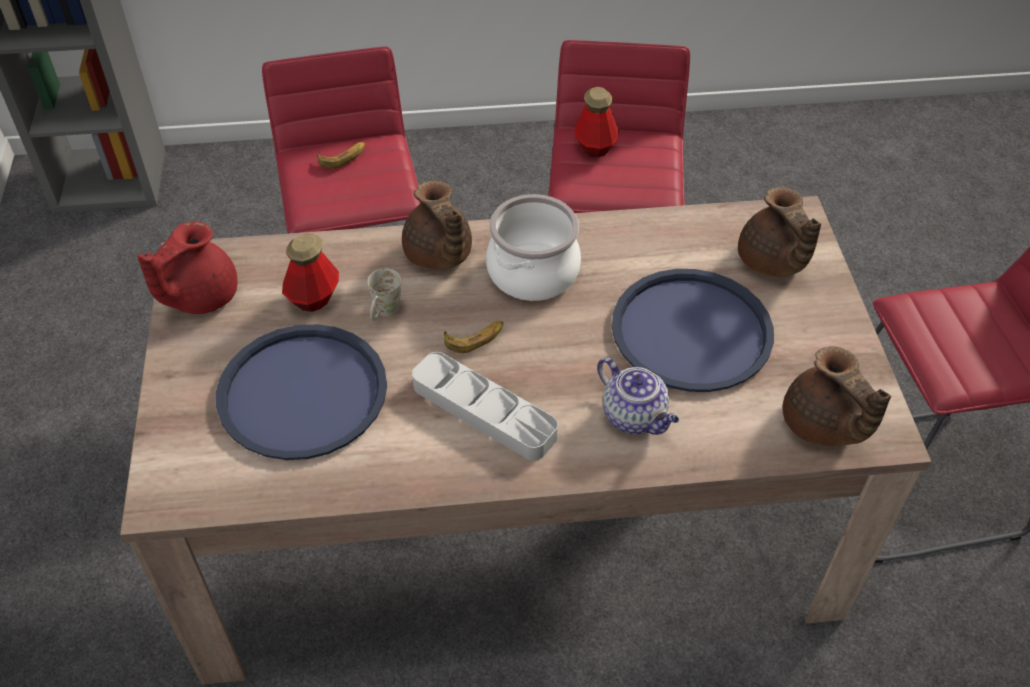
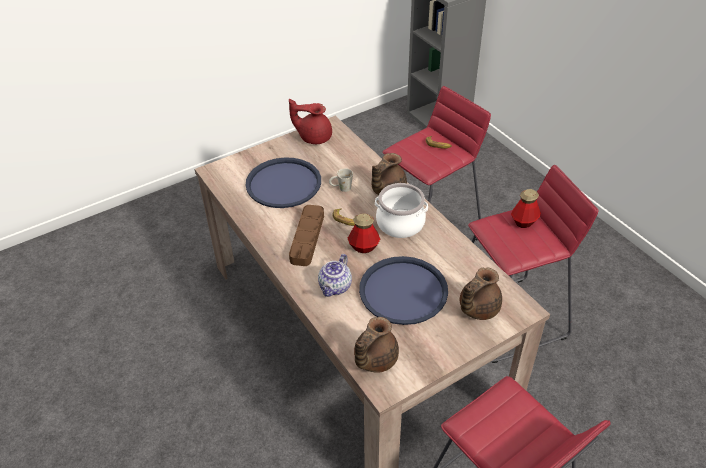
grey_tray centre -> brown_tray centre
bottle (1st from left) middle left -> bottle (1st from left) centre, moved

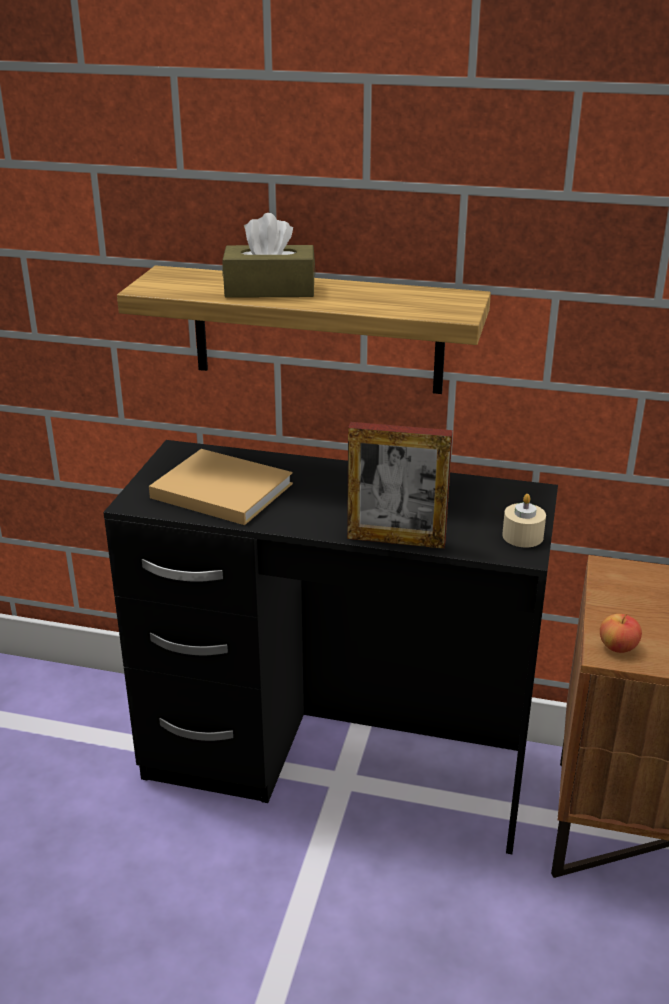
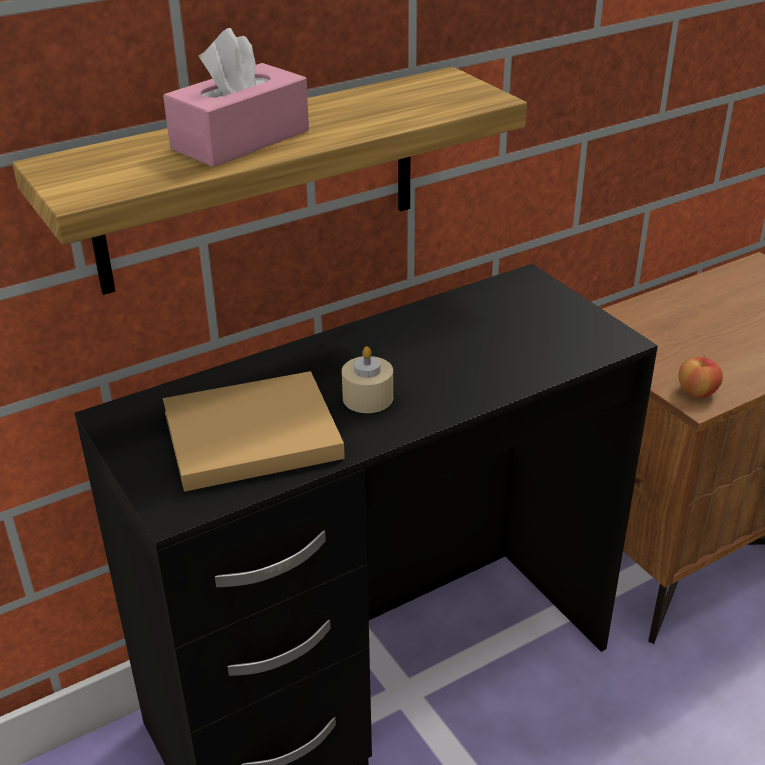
brown_tissue_box top centre -> pink_tissue_box top left
beige_candle middle right -> beige_candle centre, moved
picture_frame centre -> none

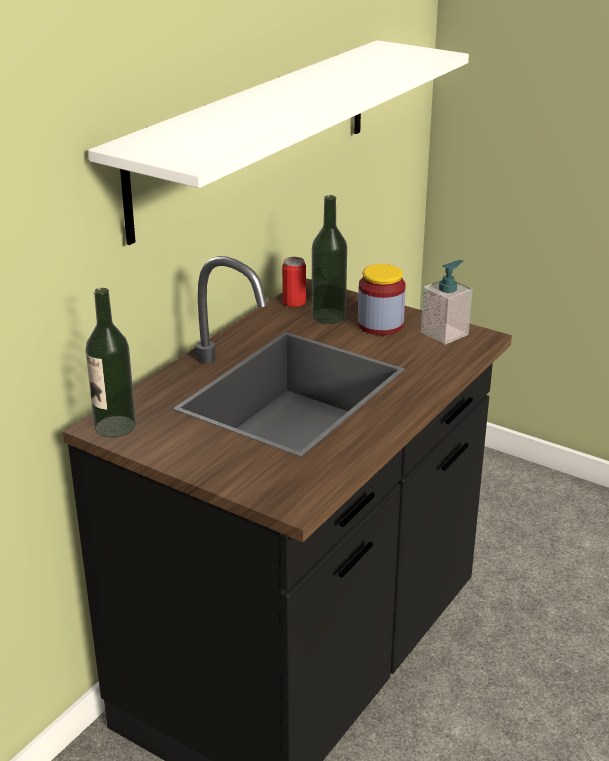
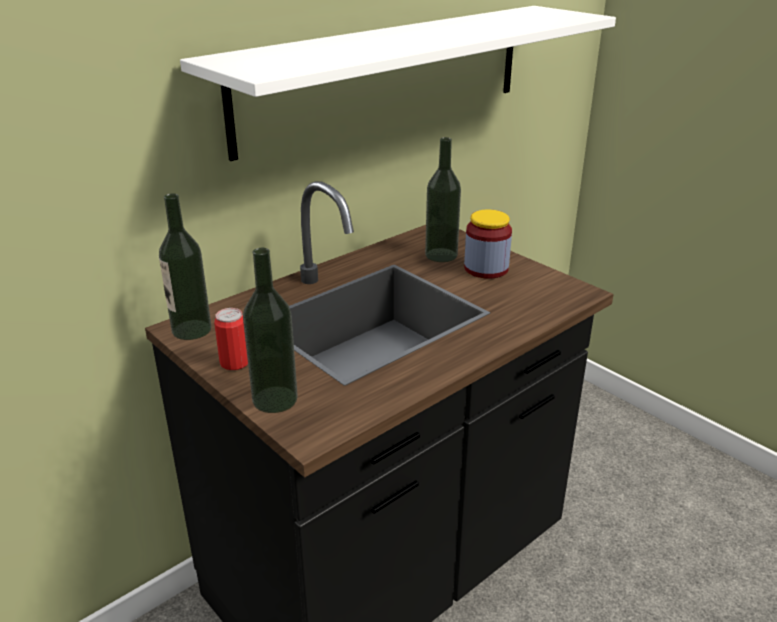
can centre -> can middle left, moved
none -> bottle (2nd from left) centre
soap_dispenser middle right -> none

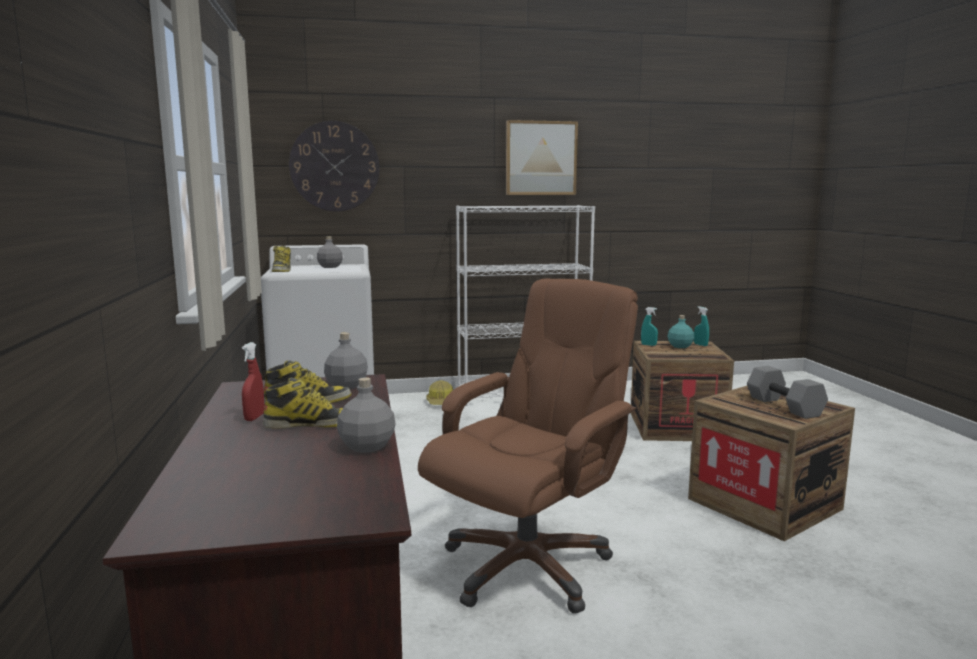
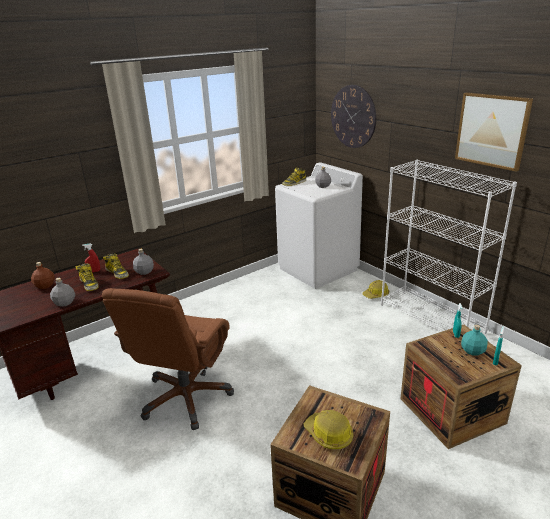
none -> brown_bottle middle left
brown_office_chair bottom centre -> brown_office_chair bottom left, 90 degrees clockwise
grey_dumbbell middle right -> hard_hat (1st from left) bottom centre

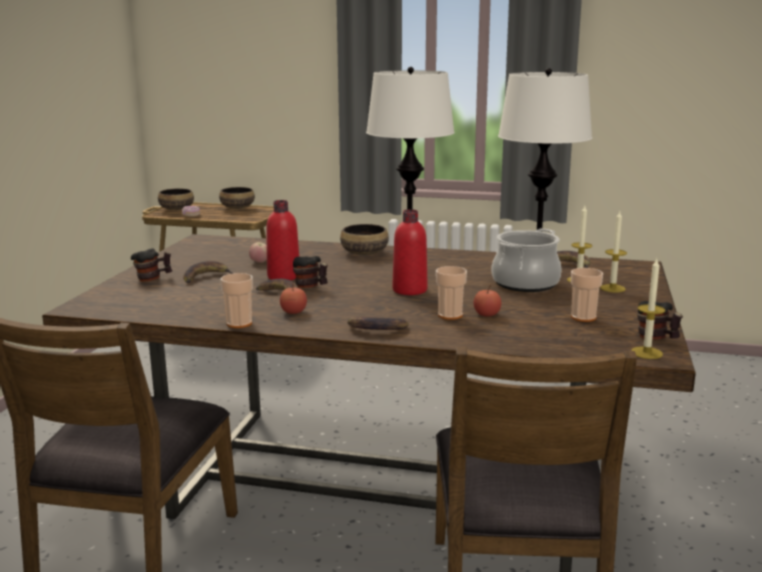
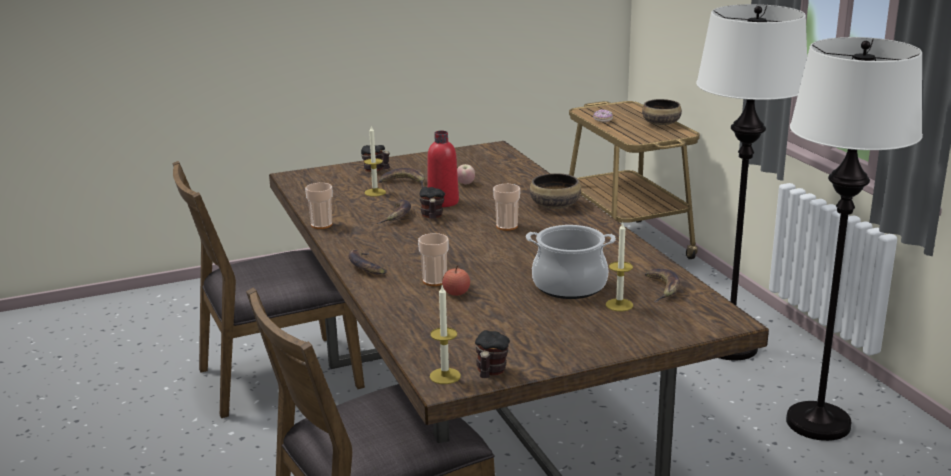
candle (2nd from left in the first image) middle right -> candle (1st from left) centre, moved
cup (3rd from left) middle right -> cup (3rd from left) centre, moved
bowl (1st from left) middle left -> none
apple (2nd from left) centre -> none
red_bottle (2nd from left) centre -> none

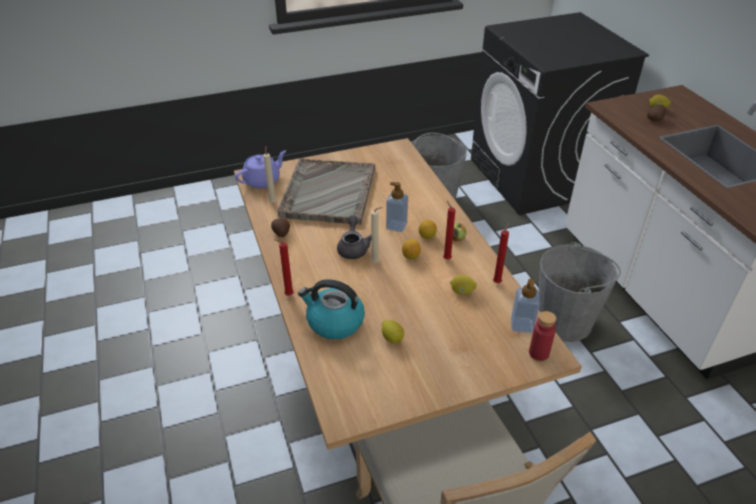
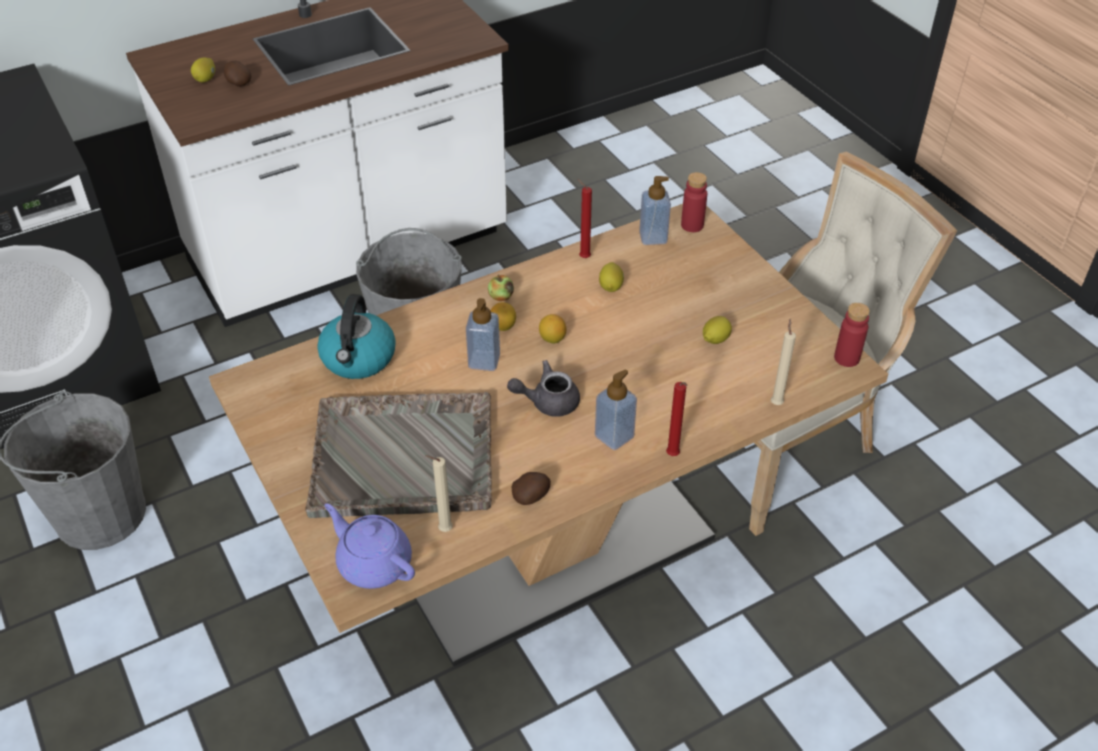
kettle centre -> kettle middle left, moved
none -> soap_dispenser (2nd from left) centre
beige_candle (2nd from left) centre -> beige_candle (2nd from left) middle right, moved
none -> red_bottle (2nd from left) middle right
red_candle (2nd from left) centre -> none

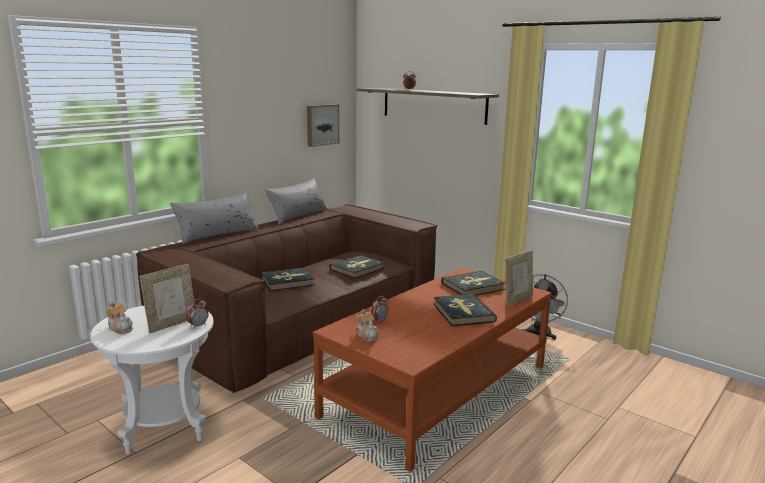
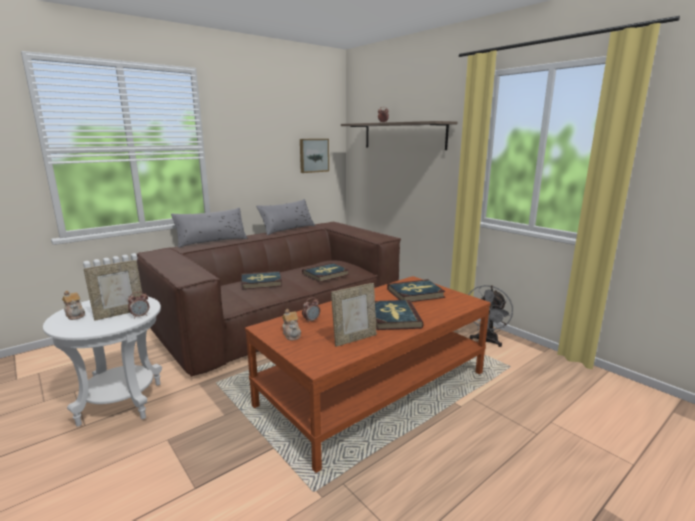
picture_frame (2nd from left) middle right -> picture_frame (2nd from left) centre, moved

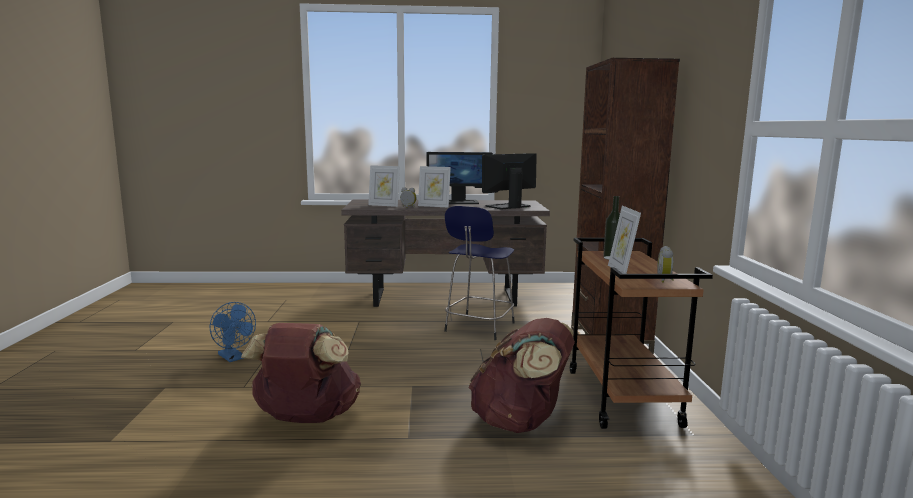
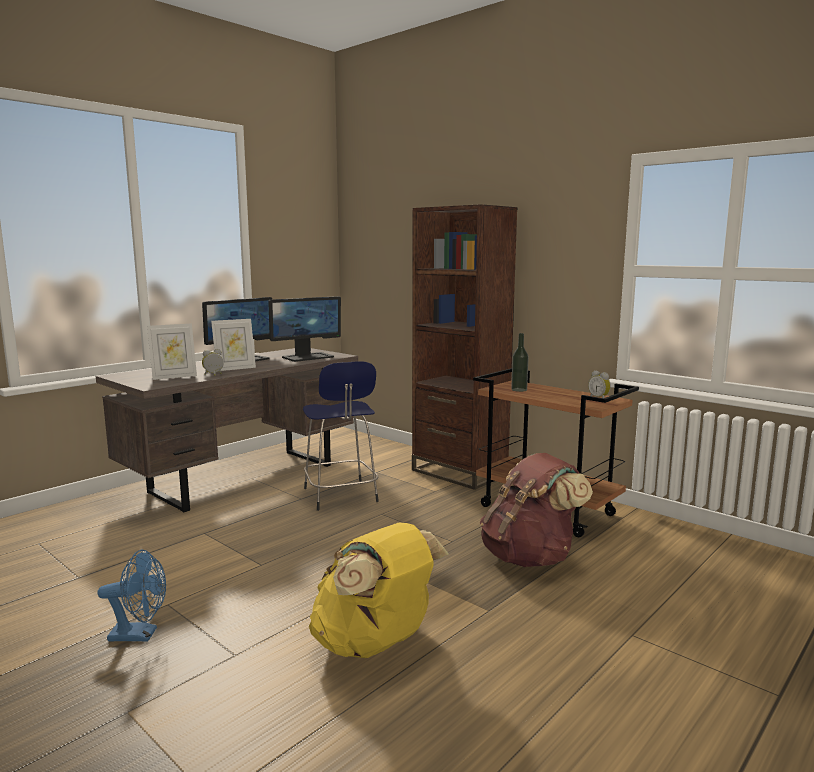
monitor (2nd from left) centre, 135 degrees counterclockwise
brown_backpack (1st from left) bottom left -> yellow_backpack bottom centre
picture_frame (3rd from left) middle right -> none

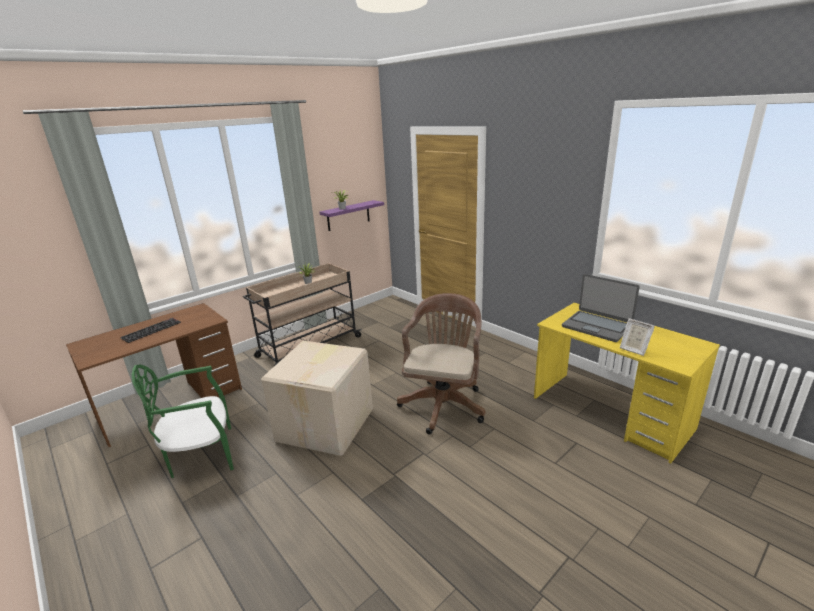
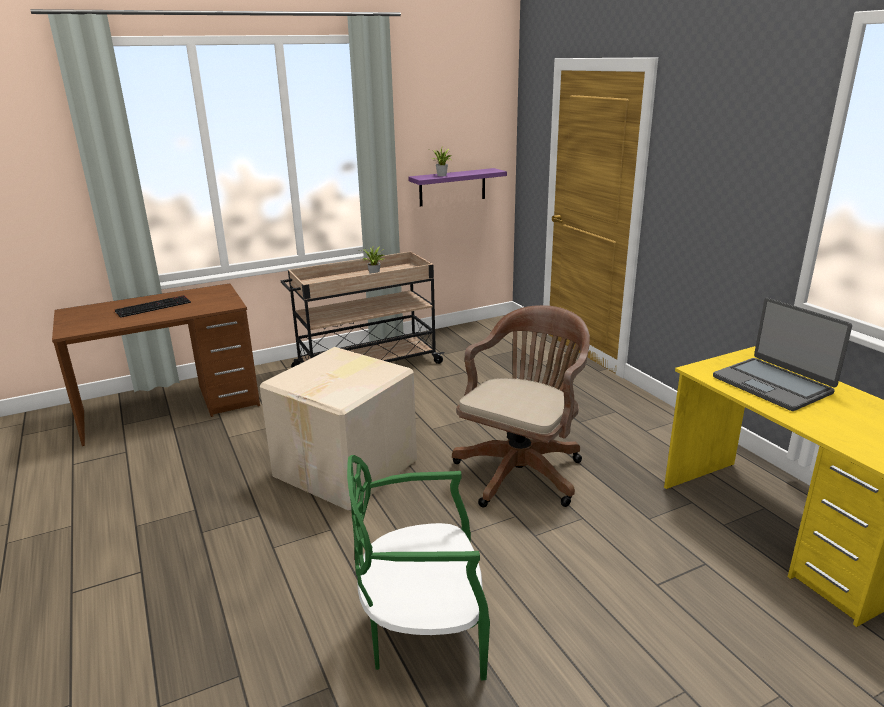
green_chair bottom left -> green_chair bottom centre, moved
picture_frame middle right -> none

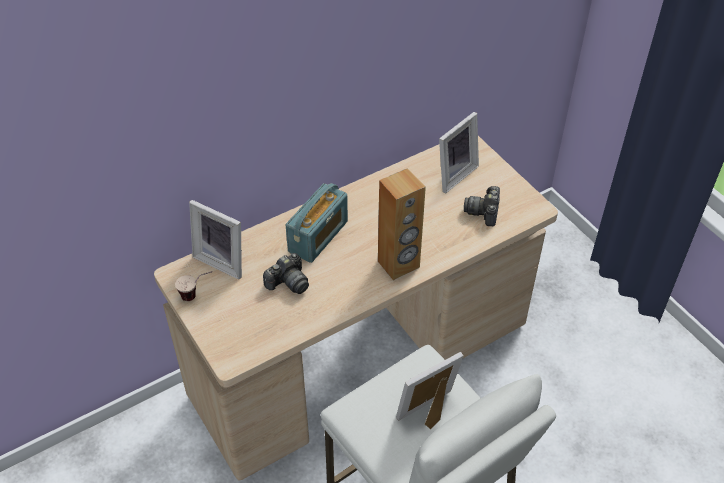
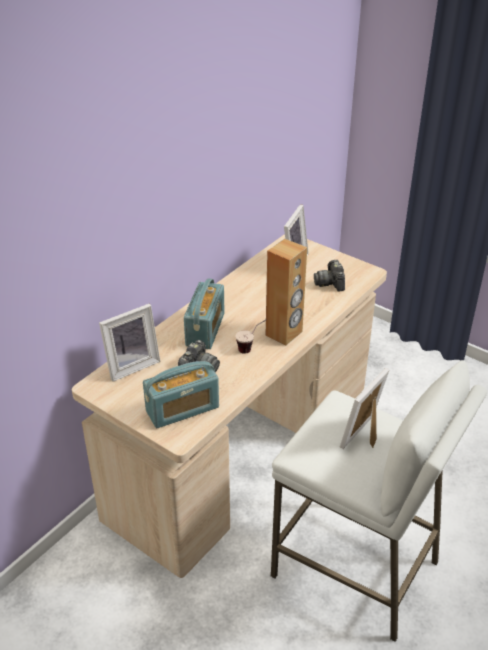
picture_frame (1st from left) middle left, 45 degrees counterclockwise
none -> radio (1st from left) centre
cup middle left -> cup centre, moved

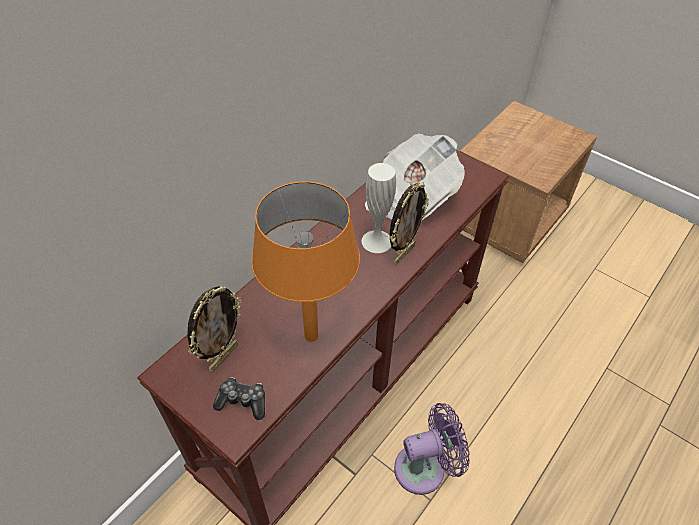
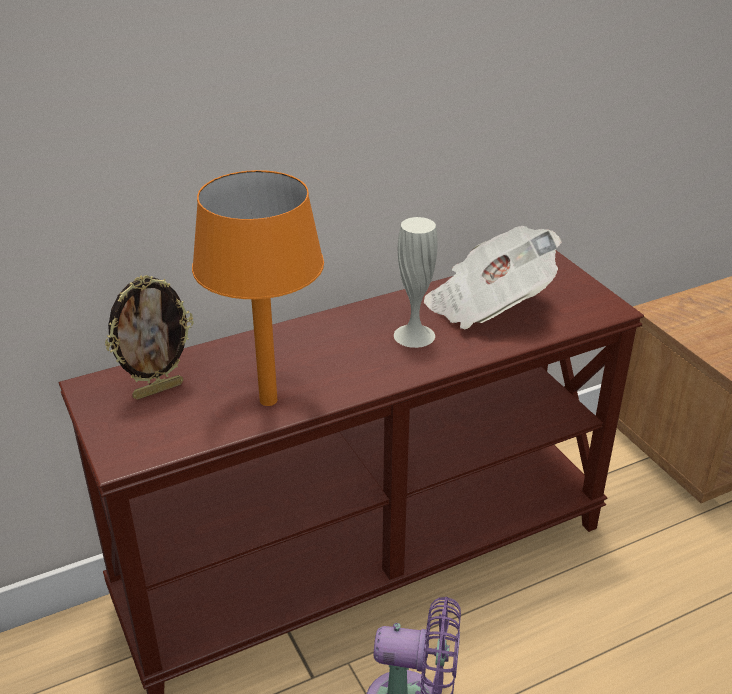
game_controller bottom centre -> none
picture_frame (2nd from left) centre -> none

